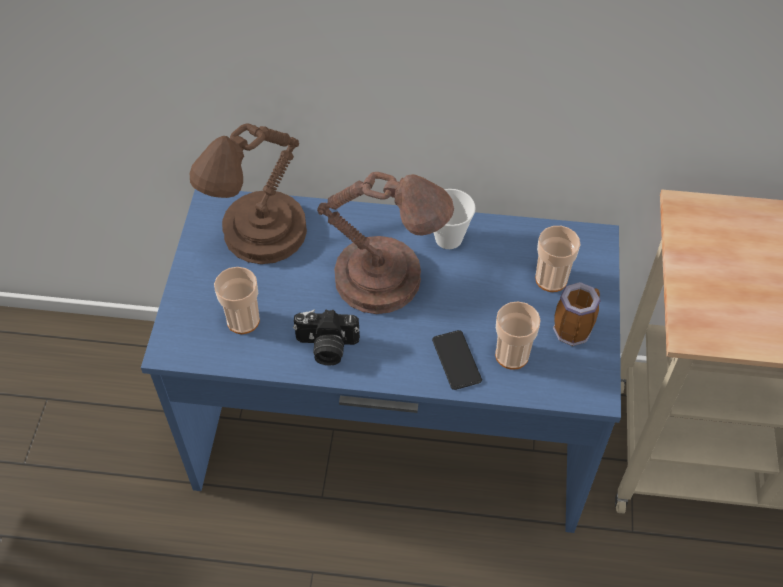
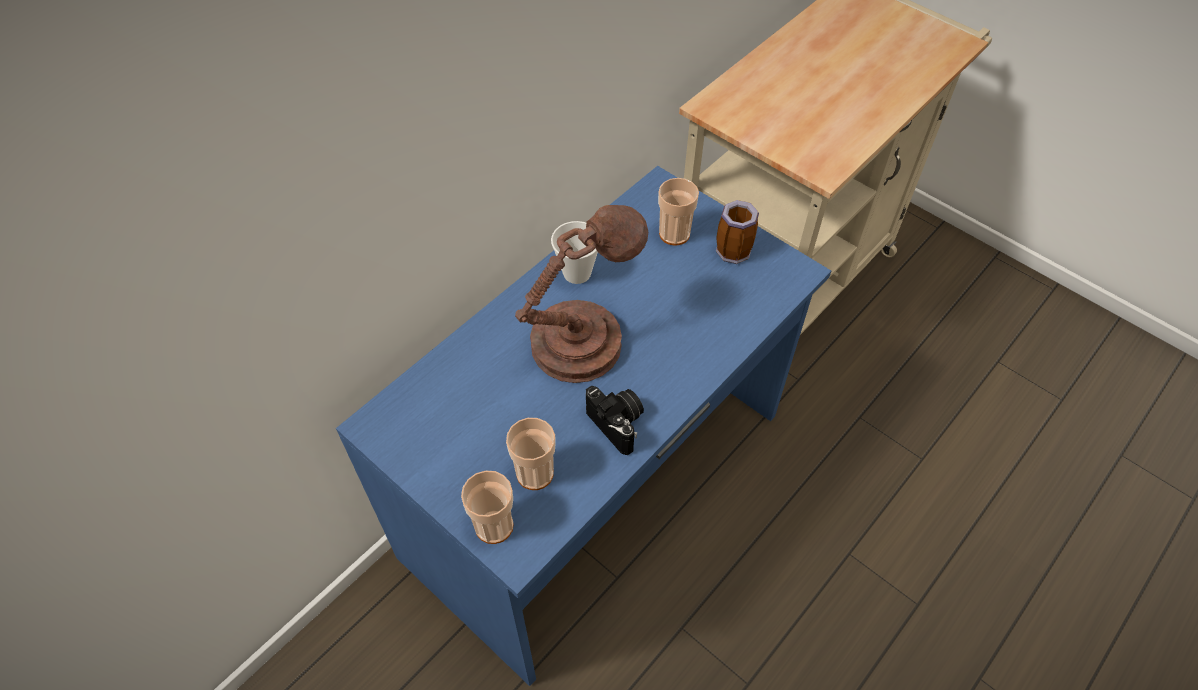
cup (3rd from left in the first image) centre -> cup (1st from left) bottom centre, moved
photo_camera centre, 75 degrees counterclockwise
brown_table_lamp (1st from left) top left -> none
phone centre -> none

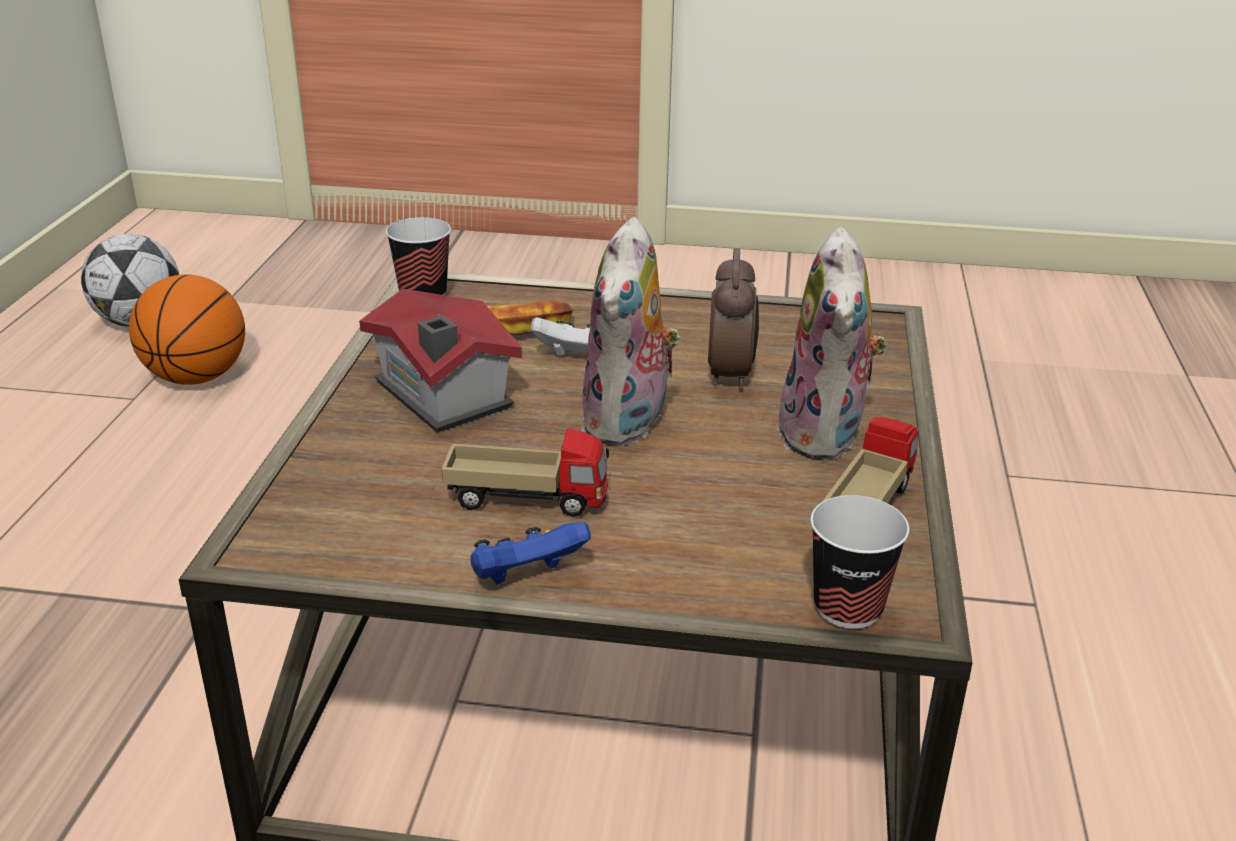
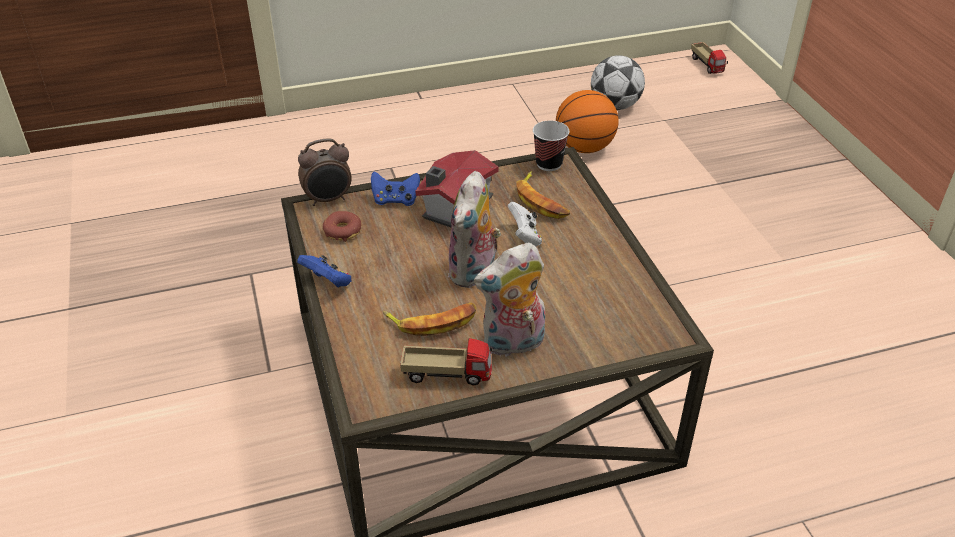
alarm_clock centre -> alarm_clock top centre, moved
none -> donut centre
none -> blue_game_controller (2nd from left) centre
none -> banana (1st from left) centre
plush_toy (1st from left) centre, 60 degrees counterclockwise
toy_truck (1st from left in the first image) centre -> toy_truck (2nd from left) top right, moved
cup (2nd from left) bottom right -> none

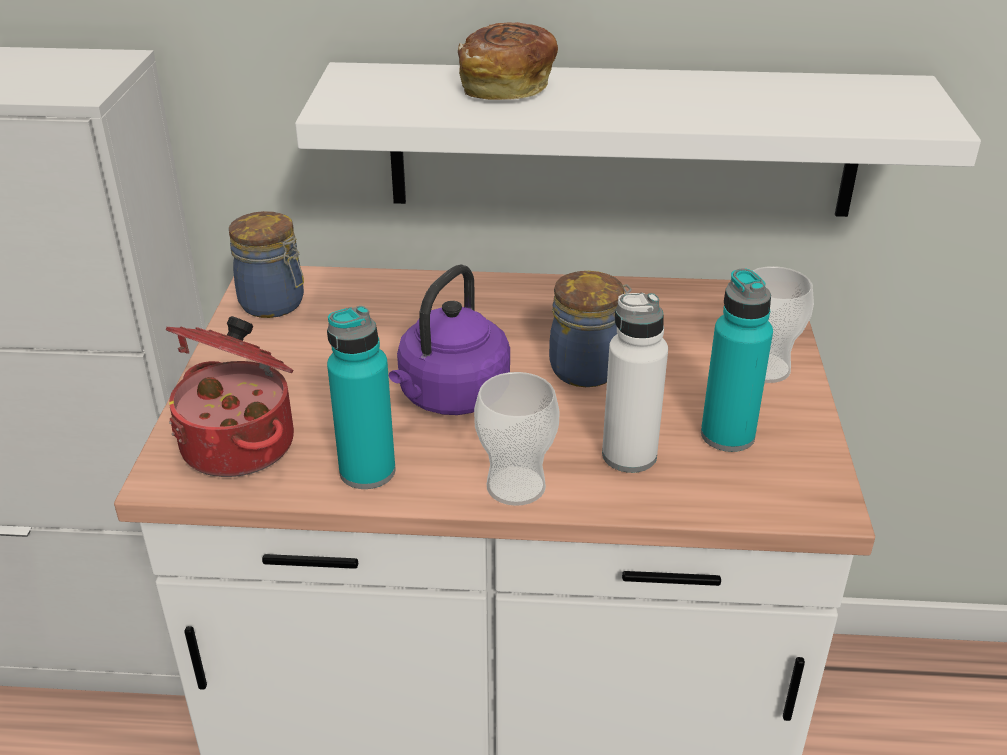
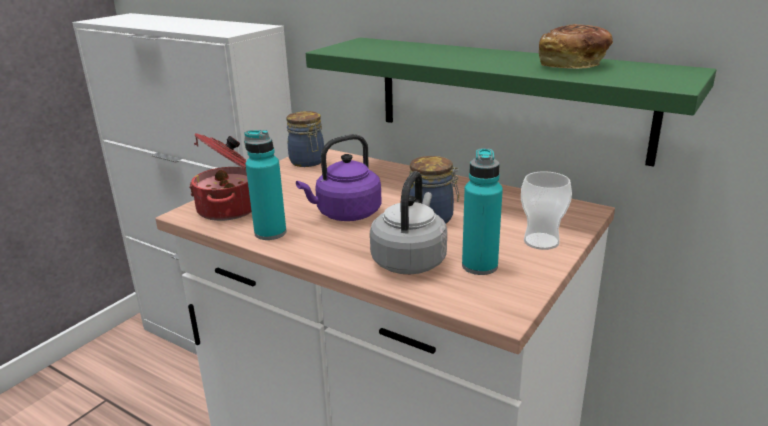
white_shelf top centre -> green_shelf top centre
white_bottle centre -> grey_kettle centre
bread top centre -> bread top right, moved
cup (1st from left) centre -> none

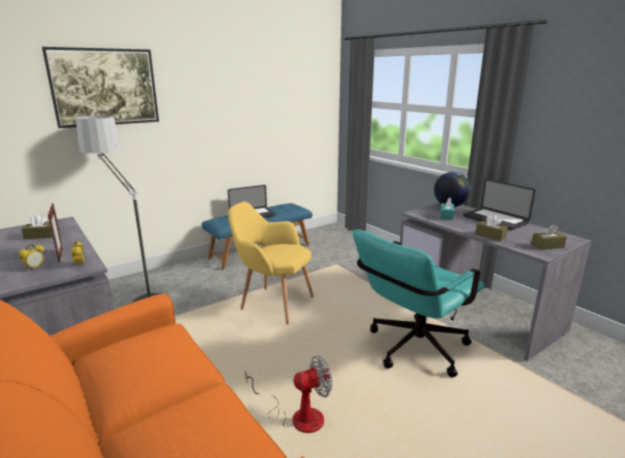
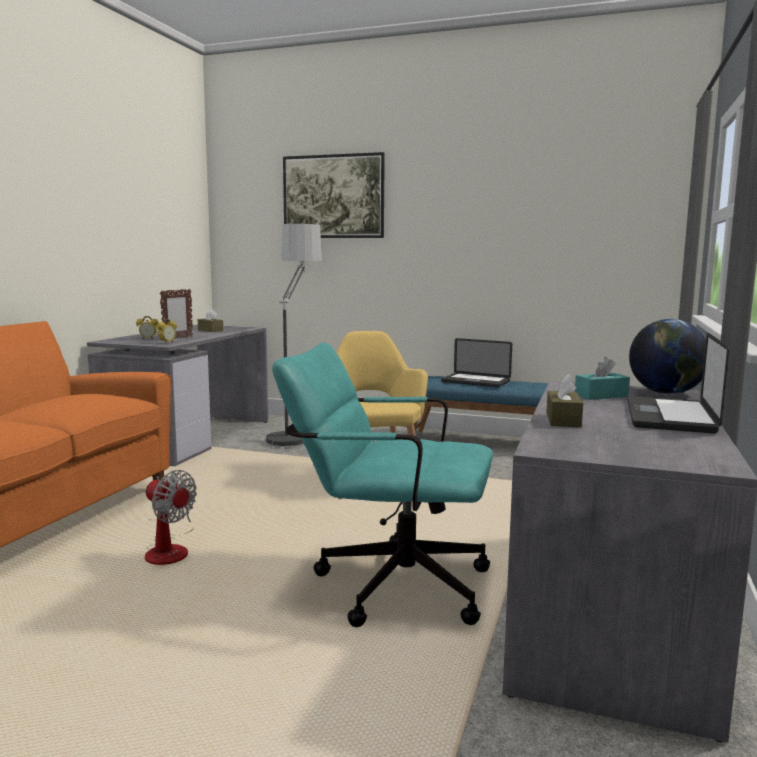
brown_tissue_box (3rd from left) middle right -> none

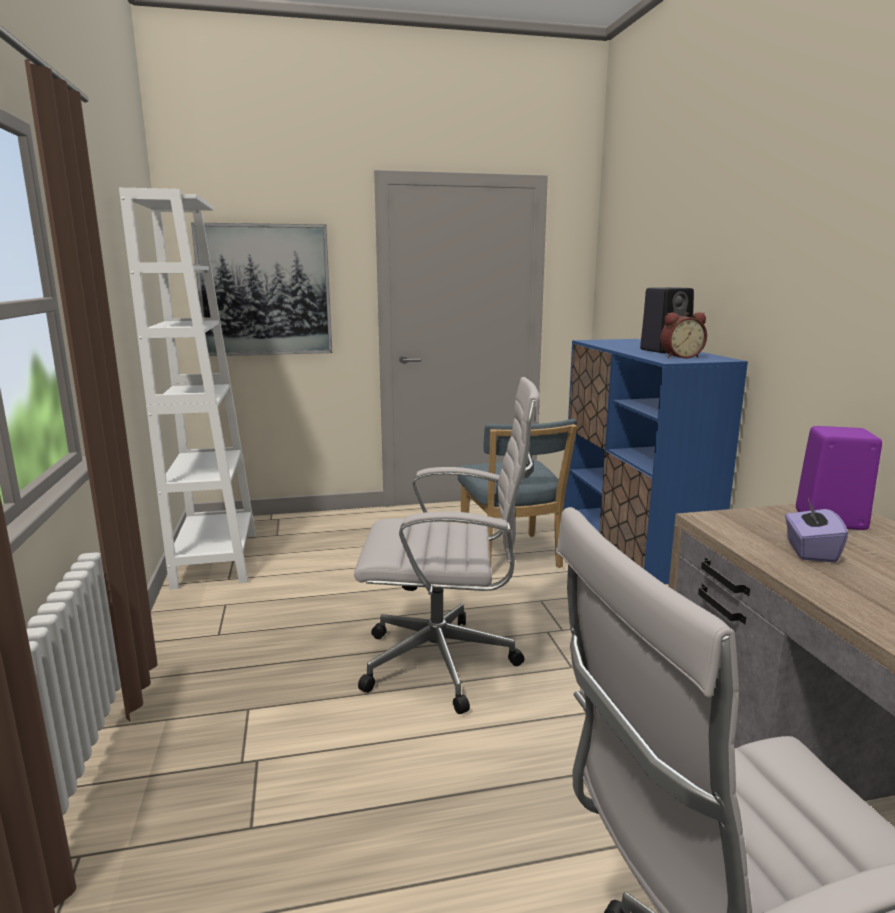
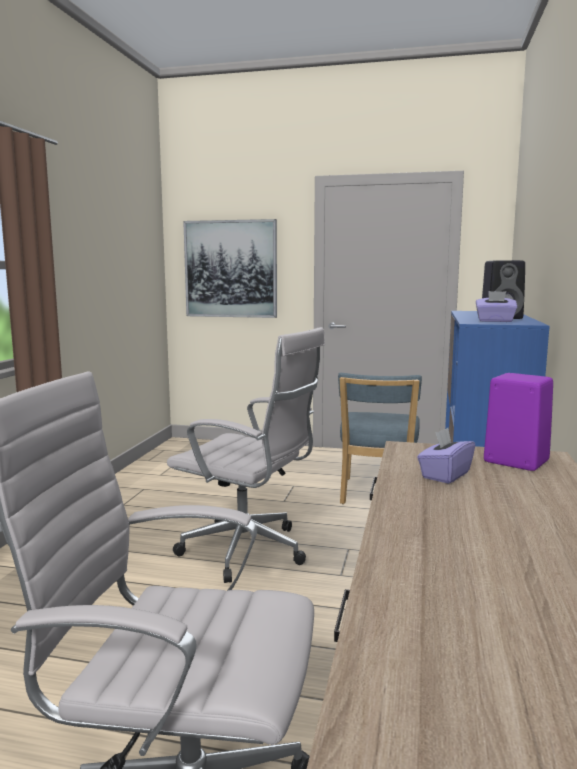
alarm_clock middle right -> purple_tissue_box (2nd from left) middle right
white_bookcase middle left -> none

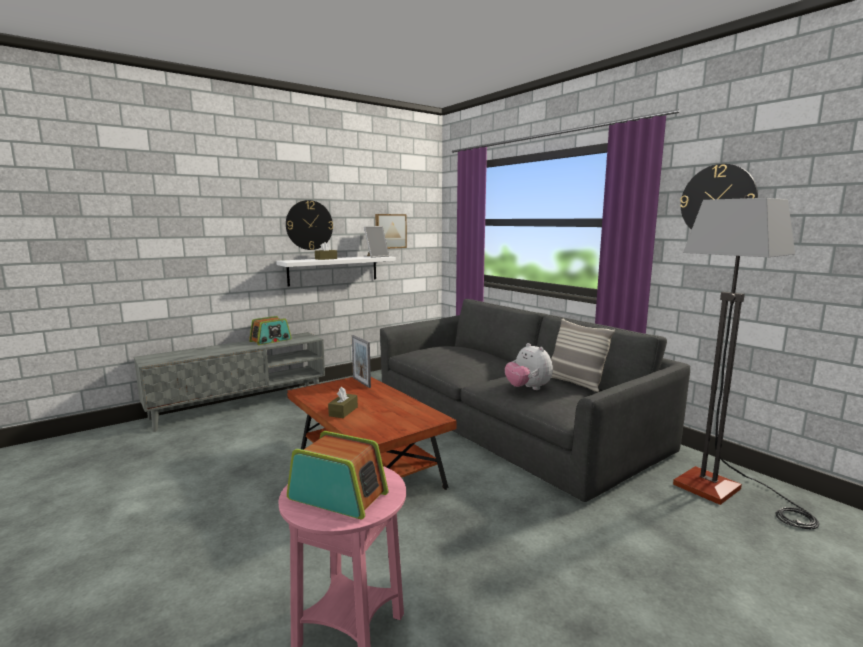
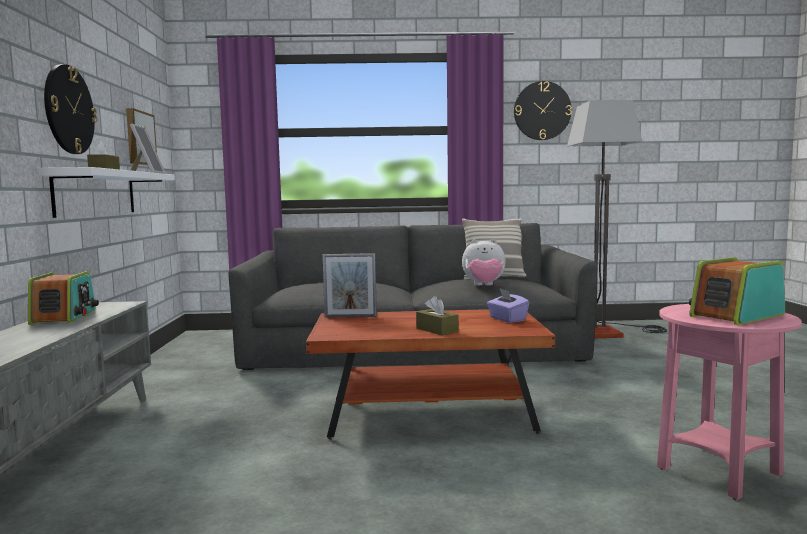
none -> purple_tissue_box centre

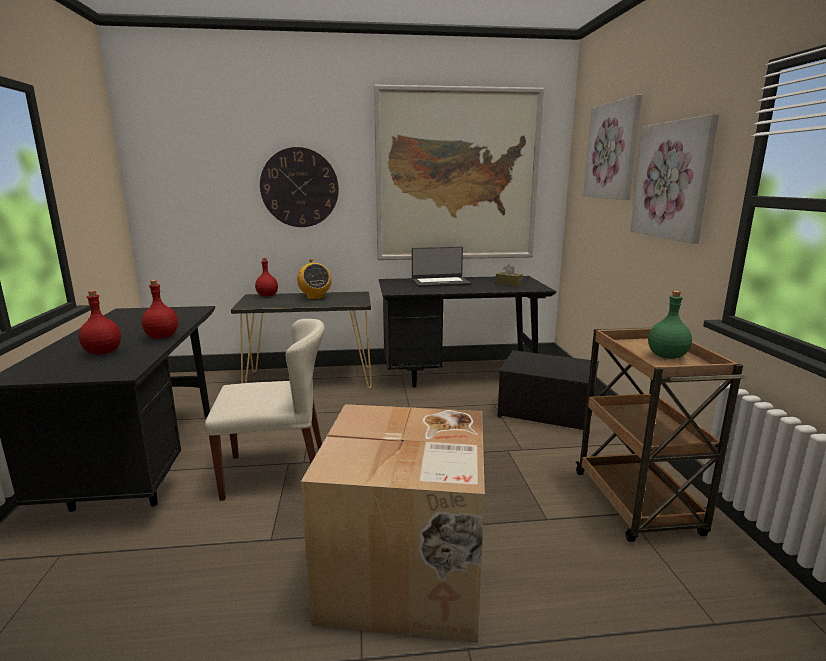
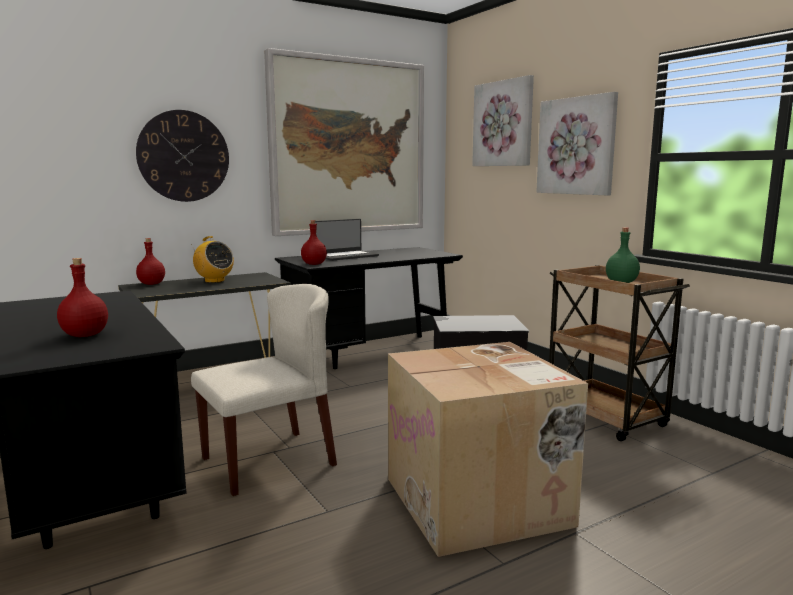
red_bottle (2nd from left in the first image) middle left -> red_bottle (3rd from left) centre, moved
brown_tissue_box centre -> none

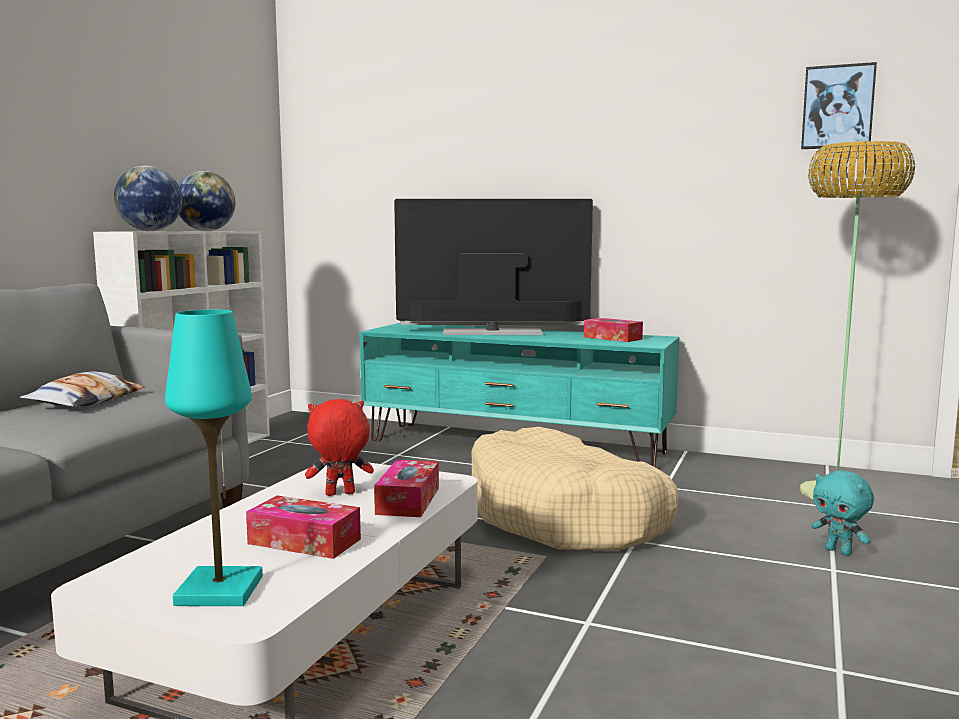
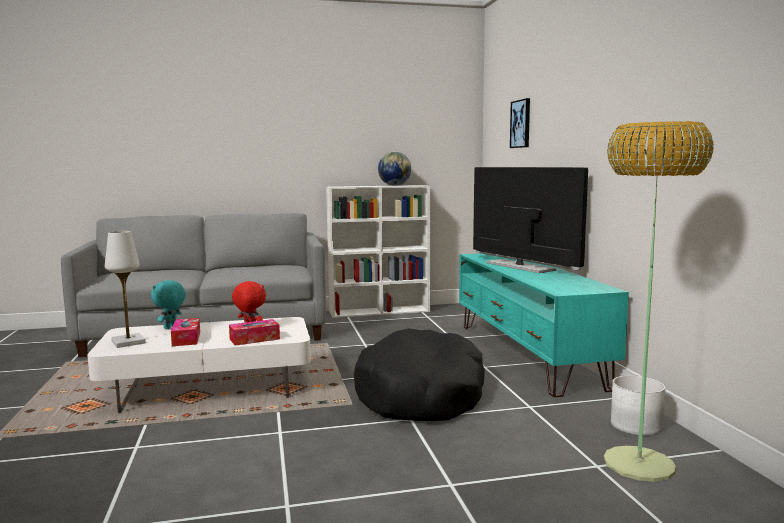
turquoise_table_lamp middle left -> white_table_lamp middle left
turquoise_plush_toy bottom right -> turquoise_plush_toy middle left, moved
beige_dog_bed bottom centre -> black_dog_bed bottom centre
picture top right -> picture top centre, moved
none -> white_planter bottom right
pillow middle left -> none
globe (1st from left) top left -> none
tissue_box (3rd from left) centre -> none

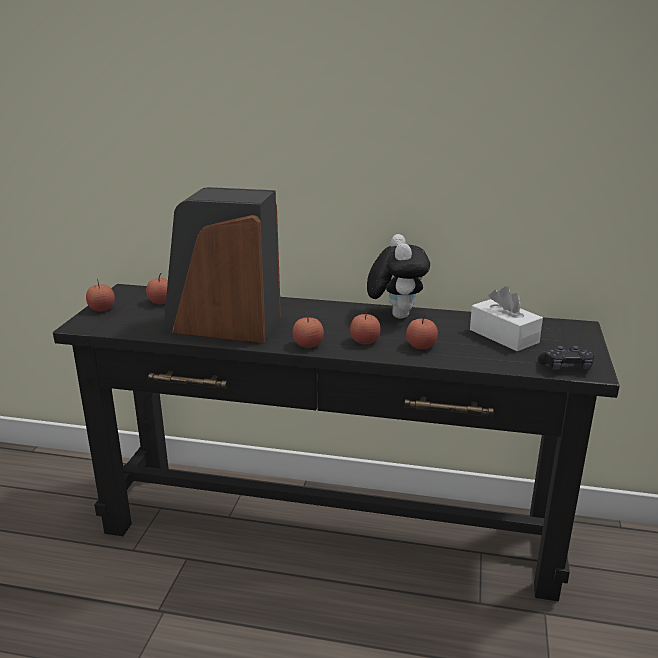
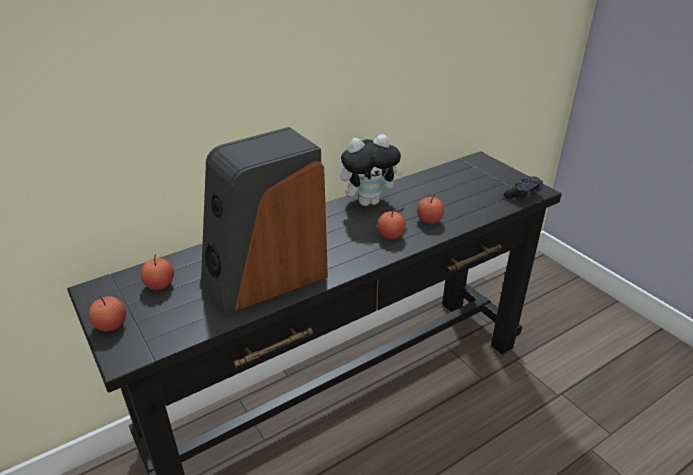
plush_toy centre, 120 degrees clockwise
apple (3rd from left) centre -> none
white_tissue_box middle right -> none

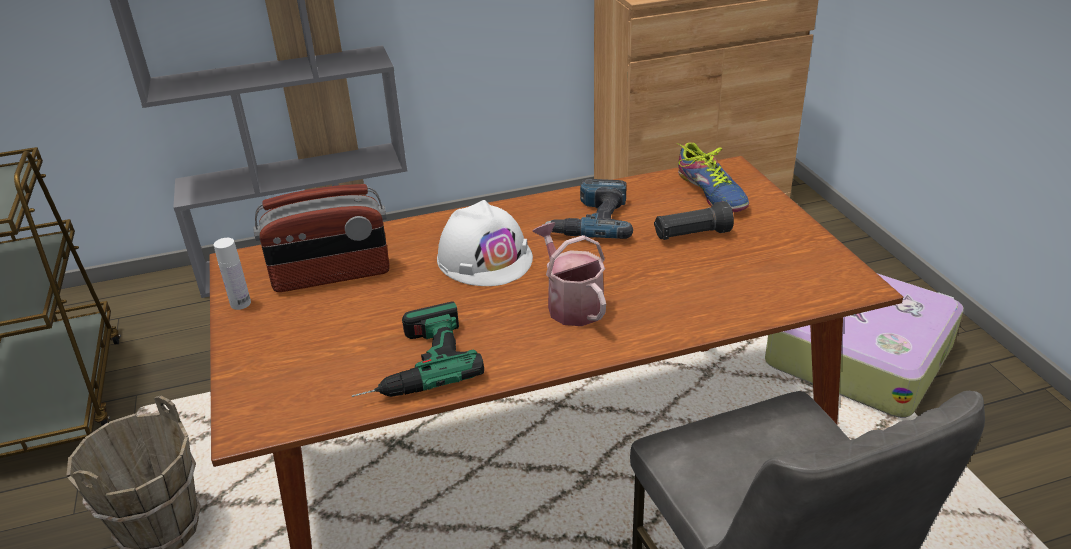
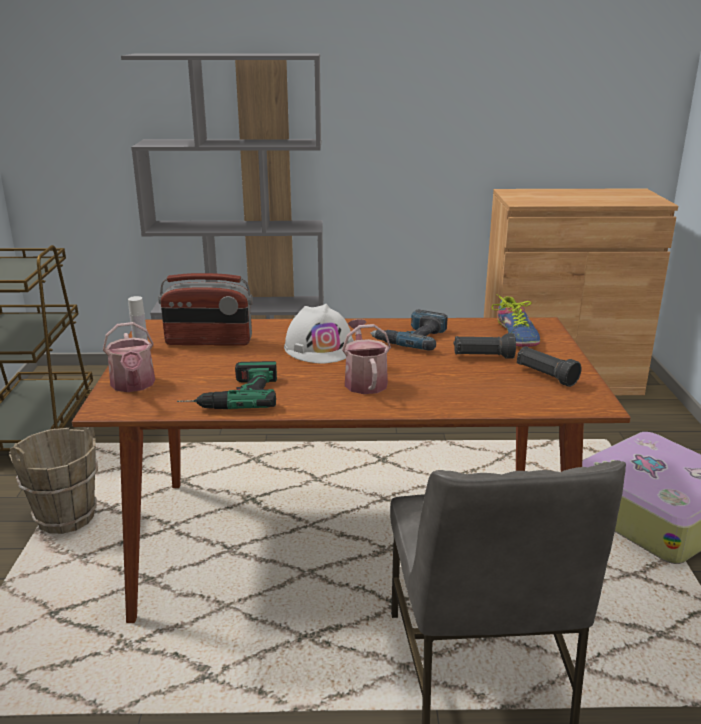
none -> watering_can (1st from left) middle left
none -> black_flashlight (2nd from left) middle right

